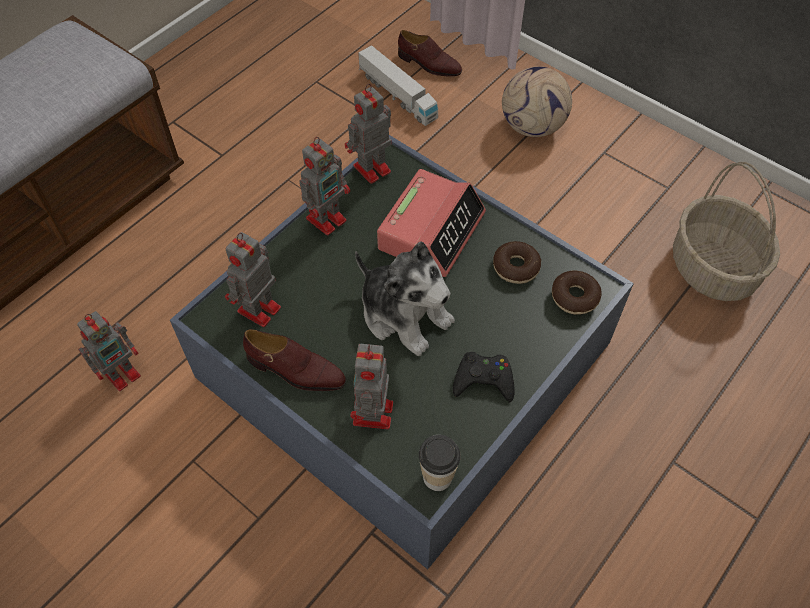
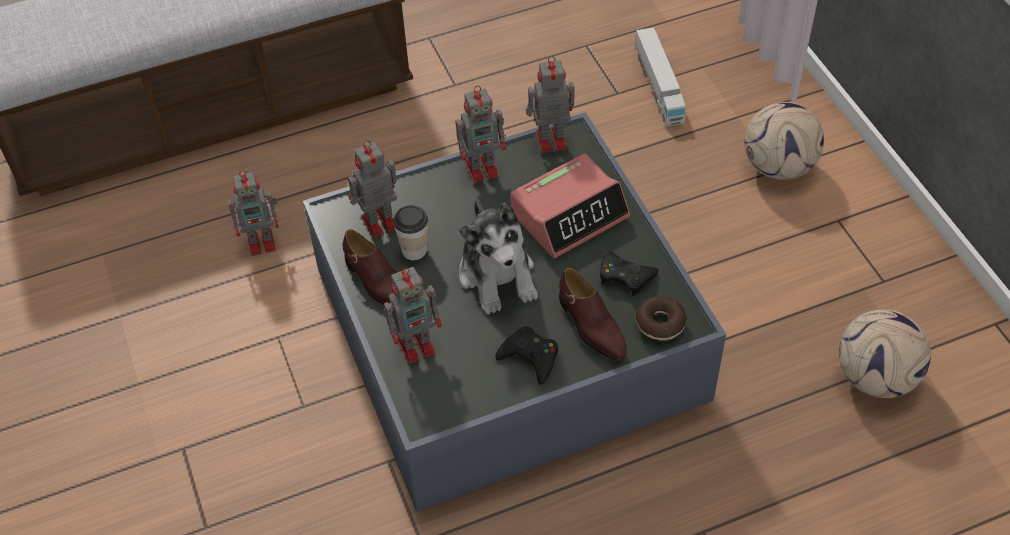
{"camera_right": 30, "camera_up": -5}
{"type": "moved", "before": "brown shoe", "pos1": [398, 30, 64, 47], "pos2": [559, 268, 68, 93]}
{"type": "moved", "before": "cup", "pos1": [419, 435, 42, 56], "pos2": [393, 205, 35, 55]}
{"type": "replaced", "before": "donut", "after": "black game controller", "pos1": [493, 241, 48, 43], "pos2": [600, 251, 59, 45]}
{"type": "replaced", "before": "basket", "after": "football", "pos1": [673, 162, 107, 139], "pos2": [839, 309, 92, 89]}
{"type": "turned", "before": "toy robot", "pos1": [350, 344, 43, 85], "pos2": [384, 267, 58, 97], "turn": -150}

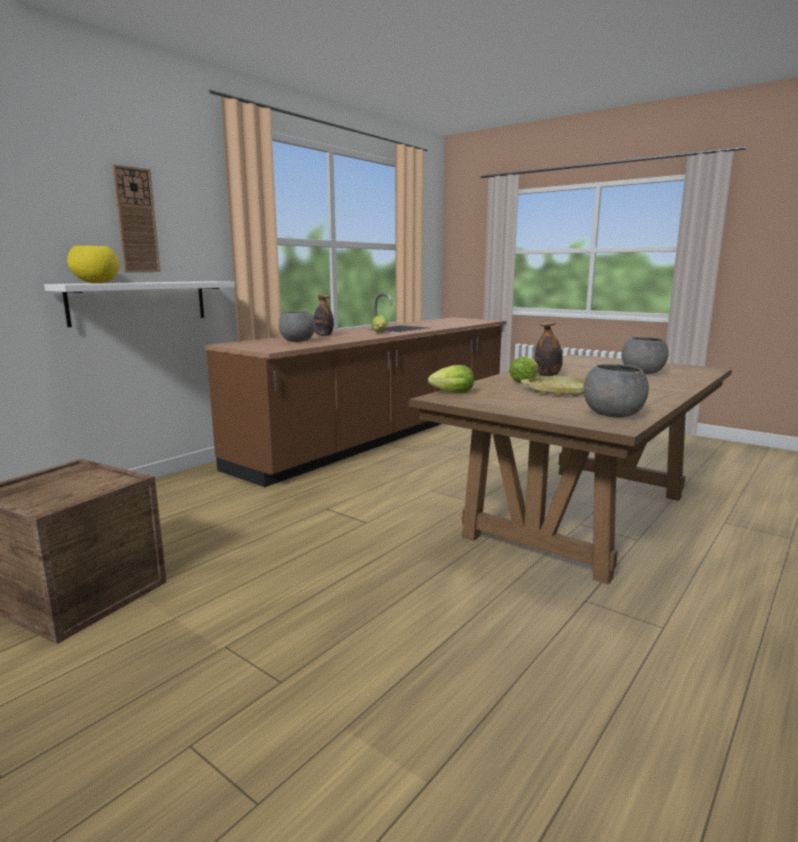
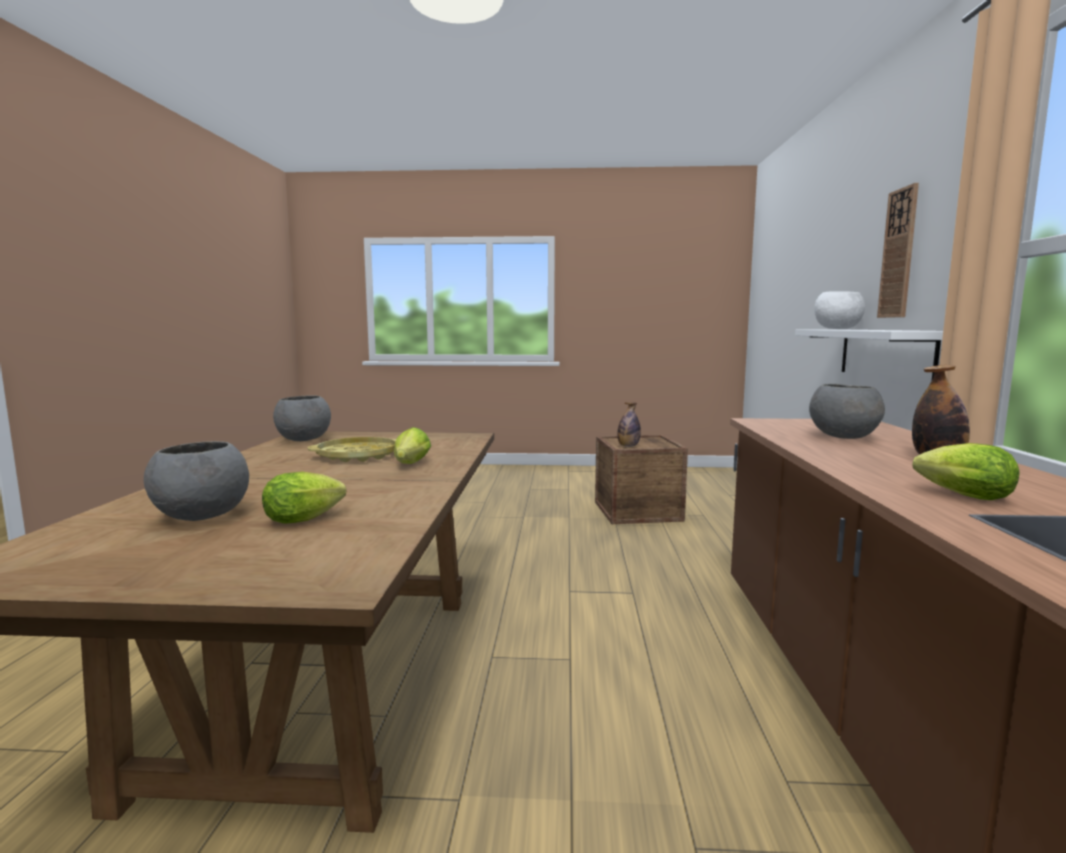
{"camera_right": 145, "camera_up": -5}
{"type": "moved", "before": "lettuce", "pos1": [428, 365, 46, 28], "pos2": [262, 472, 84, 52]}
{"type": "moved", "before": "bottle", "pos1": [534, 321, 29, 55], "pos2": [617, 403, 24, 44]}
{"type": "recoloured", "before": "yellow bowl", "after": "white bowl", "pos1": [67, 246, 53, 37], "pos2": [814, 291, 51, 38]}

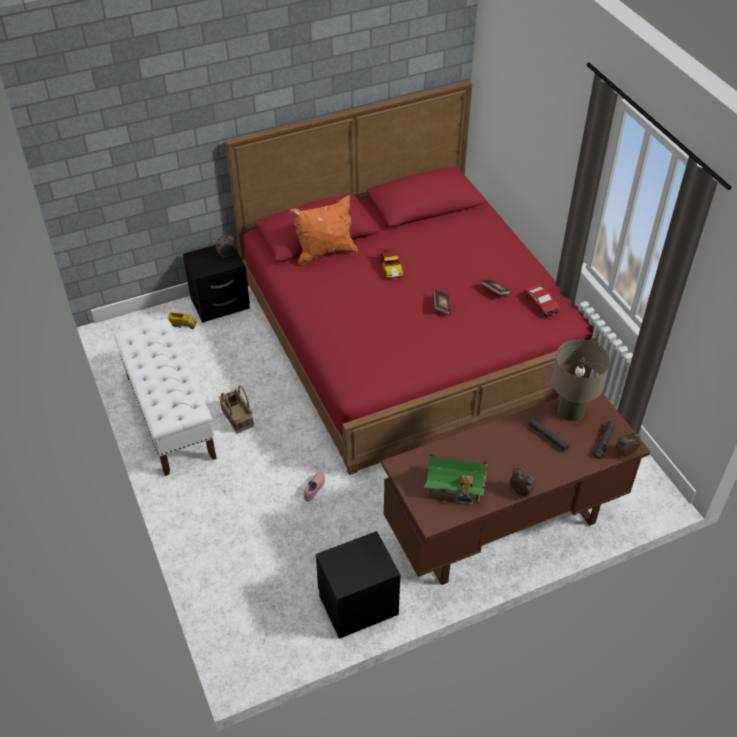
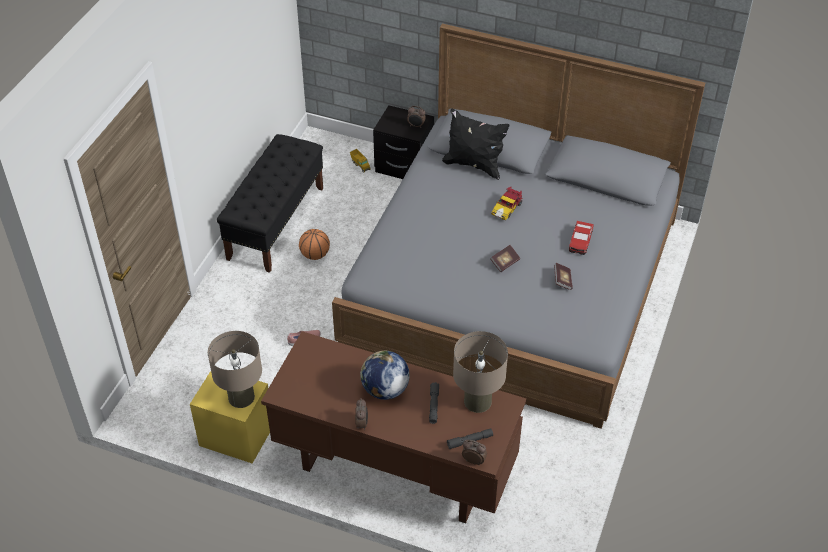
{"camera_right": 45, "camera_up": 0}
{"type": "removed", "before": "toy house", "pos1": [424, 454, 64, 51]}
{"type": "added", "after": "beige table lamp", "pos2": [208, 331, 54, 77]}
{"type": "added", "after": "globe", "pos2": [360, 351, 50, 49]}
{"type": "moved", "before": "toy car", "pos1": [524, 284, 35, 33], "pos2": [569, 221, 24, 34]}
{"type": "replaced", "before": "basket", "after": "basketball", "pos1": [219, 385, 35, 48], "pos2": [299, 229, 31, 31]}
{"type": "recoloured", "before": "white bench", "after": "black bench", "pos1": [114, 319, 102, 157], "pos2": [217, 134, 106, 139]}
{"type": "recoloured", "before": "red bed", "after": "grey bed", "pos1": [225, 81, 373, 394], "pos2": [332, 24, 373, 405]}
{"type": "recoloured", "before": "orange pillow", "after": "black pillow", "pos1": [290, 195, 68, 70], "pos2": [442, 108, 68, 72]}
{"type": "recoloured", "before": "black nightstand", "after": "yellow nightstand", "pos1": [316, 531, 84, 108], "pos2": [190, 371, 80, 92]}

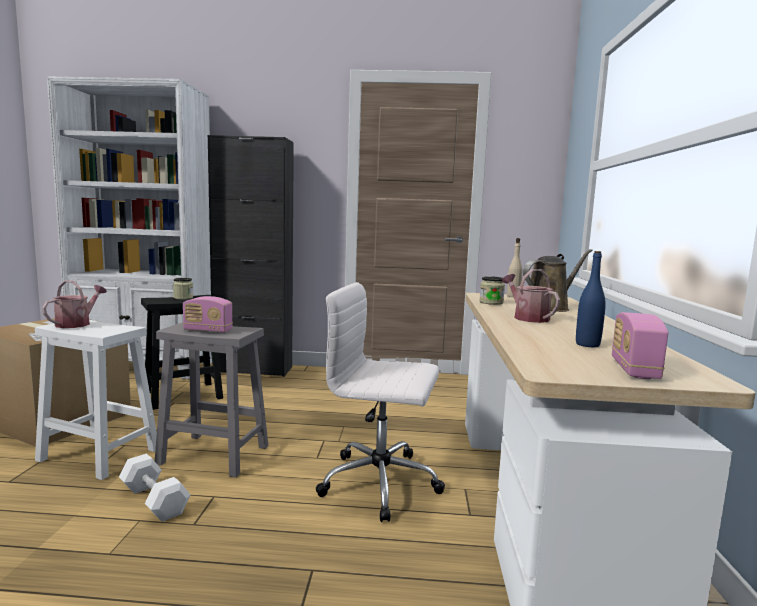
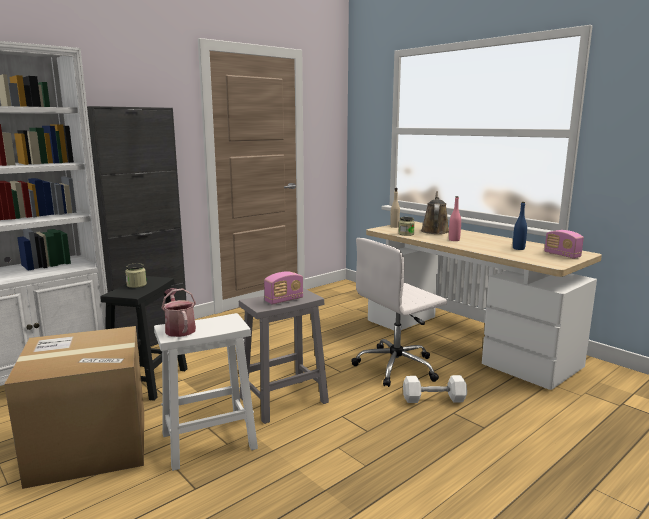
{"camera_right": -45, "camera_up": 5}
{"type": "moved", "before": "white dumbbell", "pos1": [119, 454, 72, 68], "pos2": [403, 375, 64, 28]}
{"type": "replaced", "before": "watering can", "after": "pink bottle", "pos1": [502, 269, 58, 54], "pos2": [449, 196, 12, 45]}

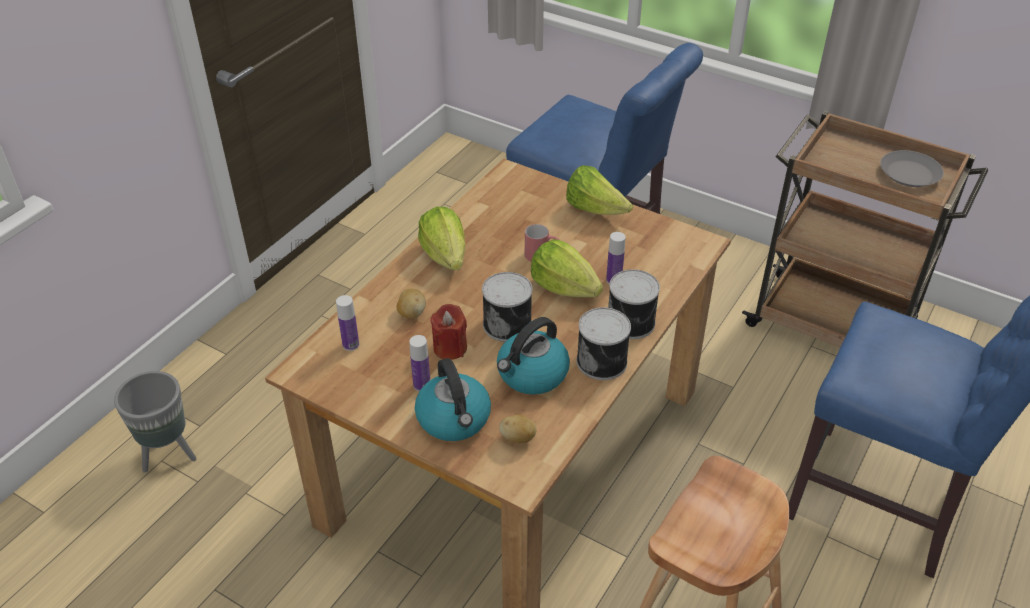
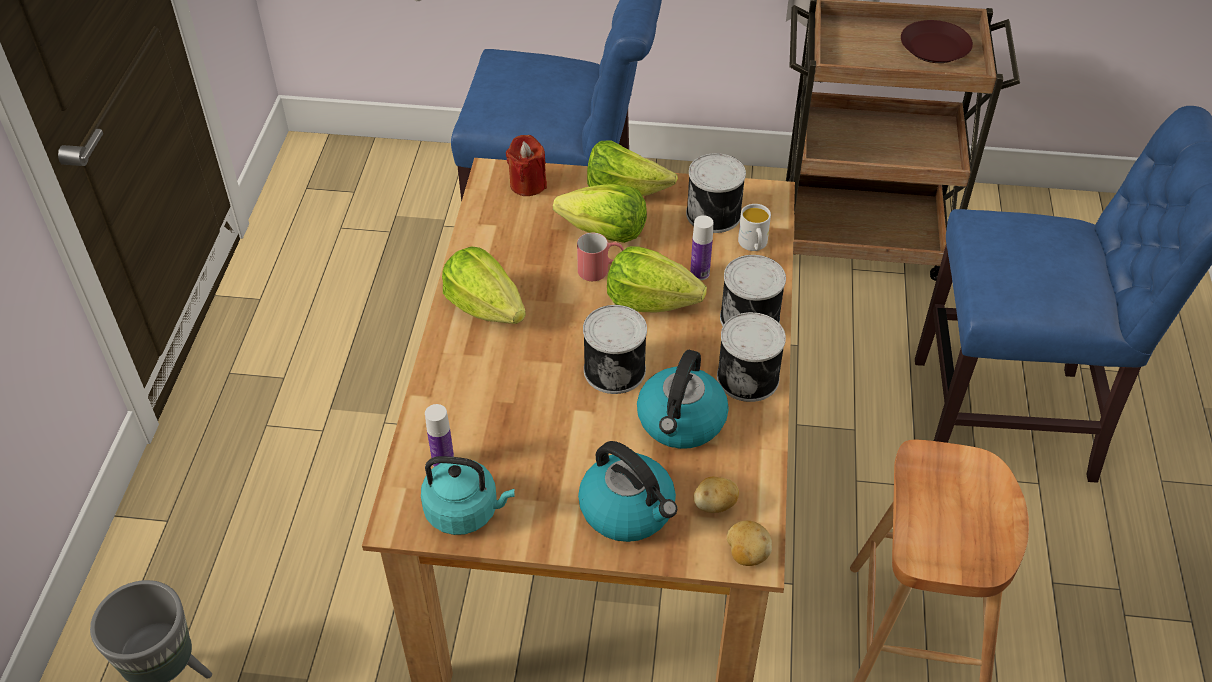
{"camera_right": -25, "camera_up": 5}
{"type": "removed", "before": "bottle", "pos1": [409, 335, 21, 56]}
{"type": "added", "after": "turquoise kettle", "pos2": [421, 456, 94, 79]}
{"type": "added", "after": "lettuce", "pos2": [553, 184, 94, 59]}
{"type": "added", "after": "can", "pos2": [686, 153, 60, 80]}
{"type": "added", "after": "white mug", "pos2": [738, 204, 33, 47]}
{"type": "moved", "before": "potato", "pos1": [396, 288, 30, 31], "pos2": [727, 521, 45, 45]}
{"type": "moved", "before": "red candle", "pos1": [430, 304, 37, 56], "pos2": [506, 135, 41, 61]}
{"type": "recoloured", "before": "grey plate", "after": "brown plate", "pos1": [880, 150, 64, 37], "pos2": [901, 20, 72, 43]}

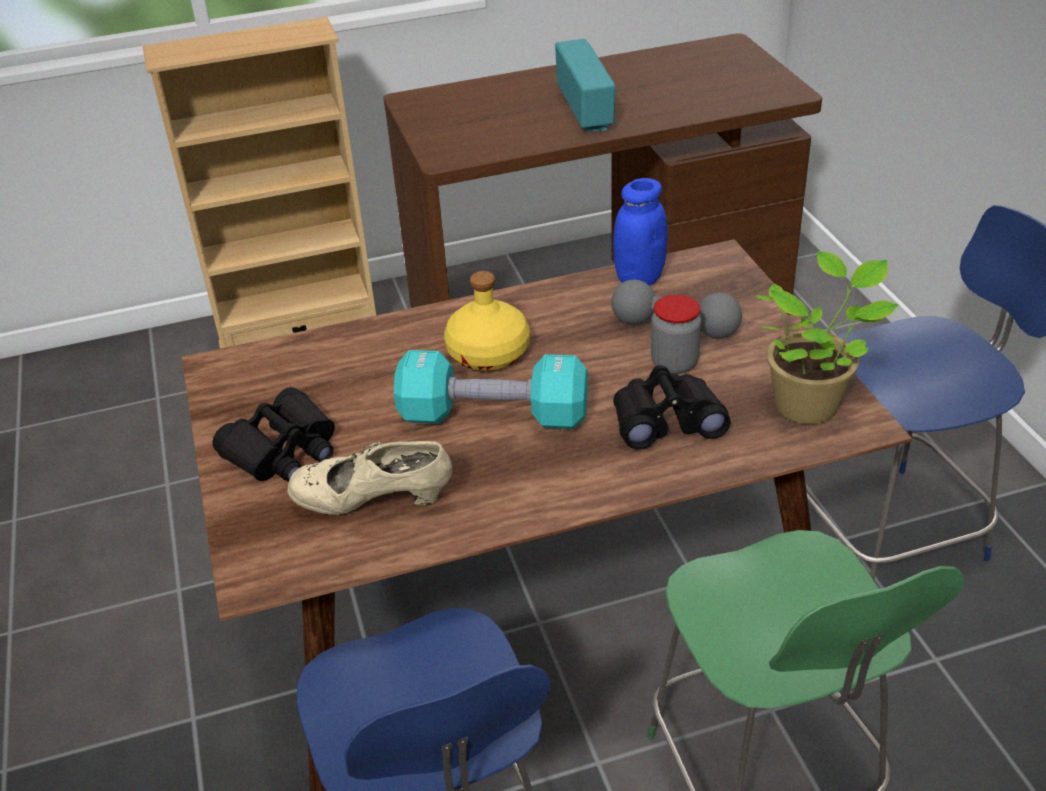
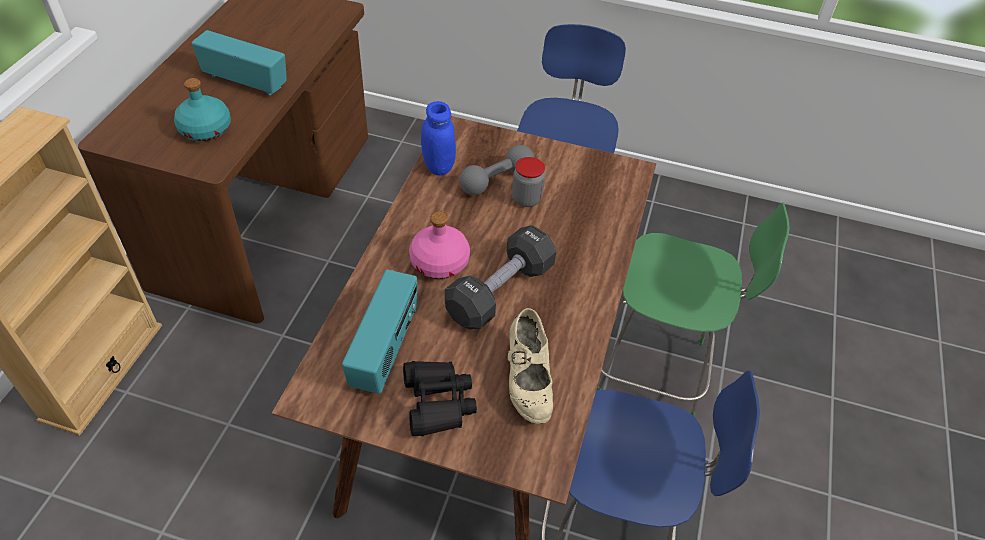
{"camera_right": -60, "camera_up": 10}
{"type": "removed", "before": "black binoculars", "pos1": [613, 365, 118, 84]}
{"type": "removed", "before": "potted plant", "pos1": [755, 251, 144, 173]}
{"type": "added", "after": "turquoise bottle", "pos2": [174, 78, 57, 63]}
{"type": "added", "after": "radio", "pos2": [342, 270, 76, 124]}
{"type": "recoloured", "before": "turquoise dumbbell", "after": "black dumbbell", "pos1": [394, 350, 194, 79], "pos2": [445, 225, 111, 104]}
{"type": "recoloured", "before": "yellow bottle", "after": "pink bottle", "pos1": [444, 271, 86, 100], "pos2": [409, 211, 61, 68]}
{"type": "turned", "before": "beige shoe", "pos1": [287, 441, 165, 73], "pos2": [508, 308, 45, 116], "turn": -45}

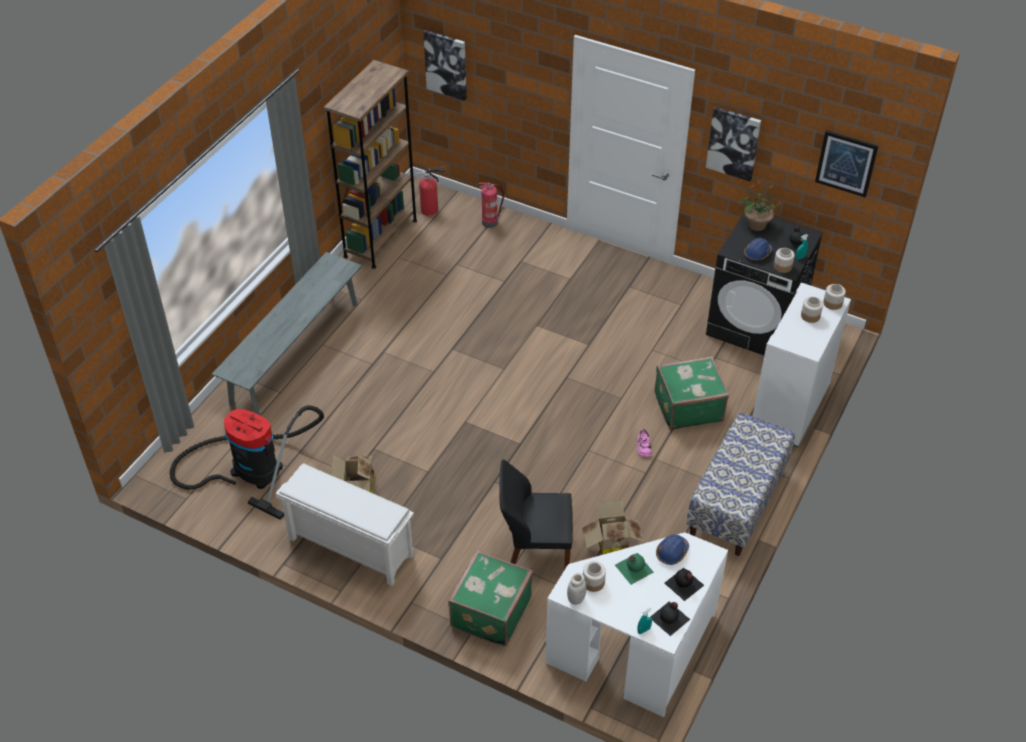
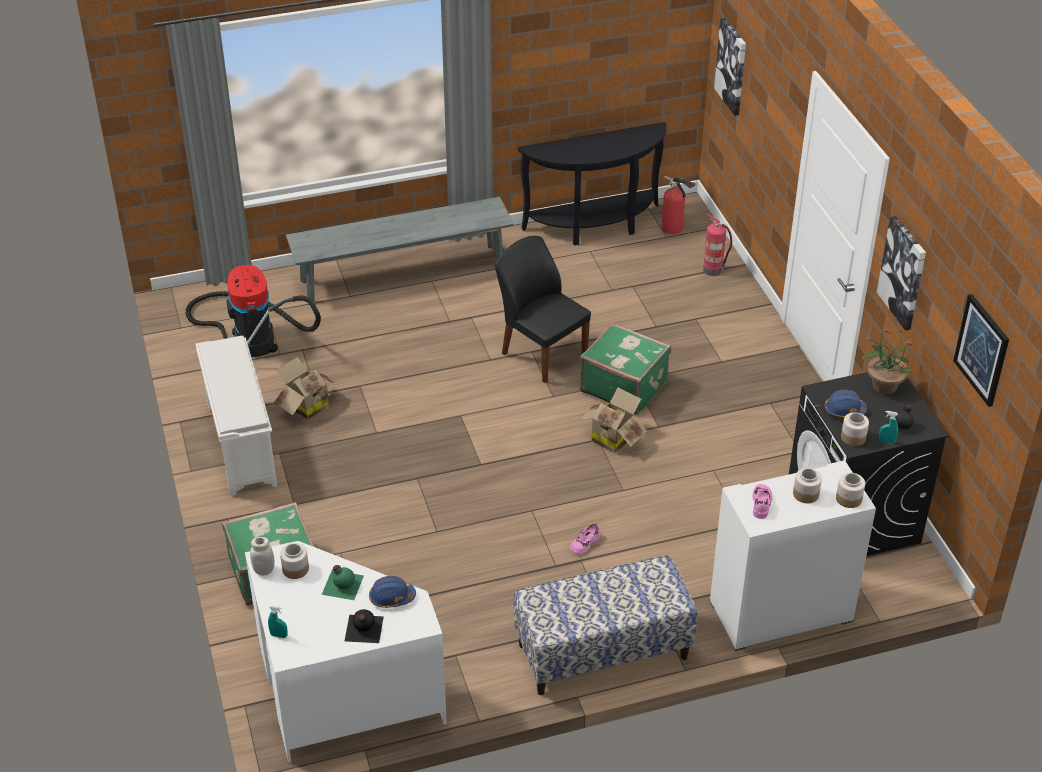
{"camera_right": 45, "camera_up": -5}
{"type": "removed", "before": "black bottle", "pos1": [651, 602, 39, 34]}
{"type": "added", "after": "pink shoe", "pos2": [753, 484, 19, 35]}
{"type": "moved", "before": "black chair", "pos1": [499, 459, 74, 109], "pos2": [495, 236, 96, 147]}
{"type": "moved", "before": "cardboard box", "pos1": [582, 500, 62, 55], "pos2": [578, 388, 69, 65]}
{"type": "moved", "before": "green suitcase", "pos1": [655, 356, 74, 74], "pos2": [580, 323, 91, 92]}
{"type": "replaced", "before": "brown bookcase", "after": "black console table", "pos1": [324, 60, 93, 209], "pos2": [518, 122, 149, 124]}

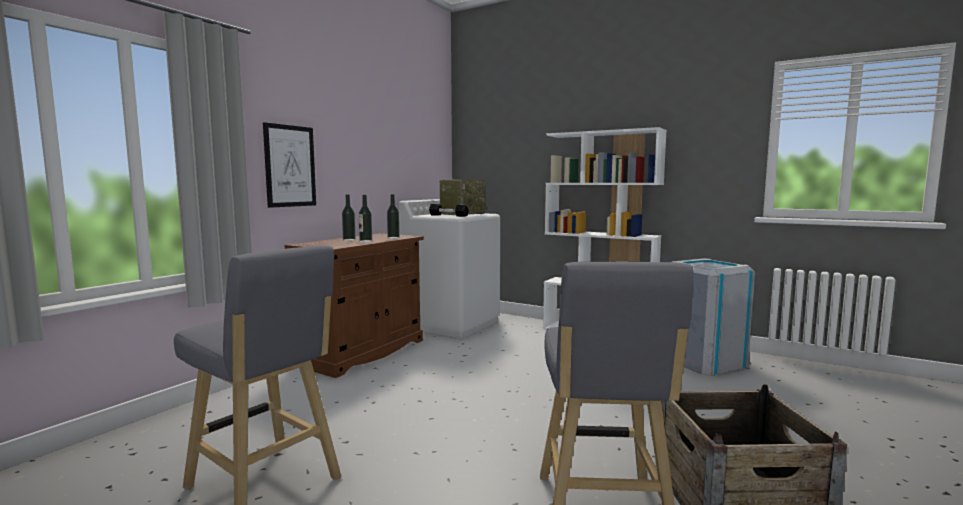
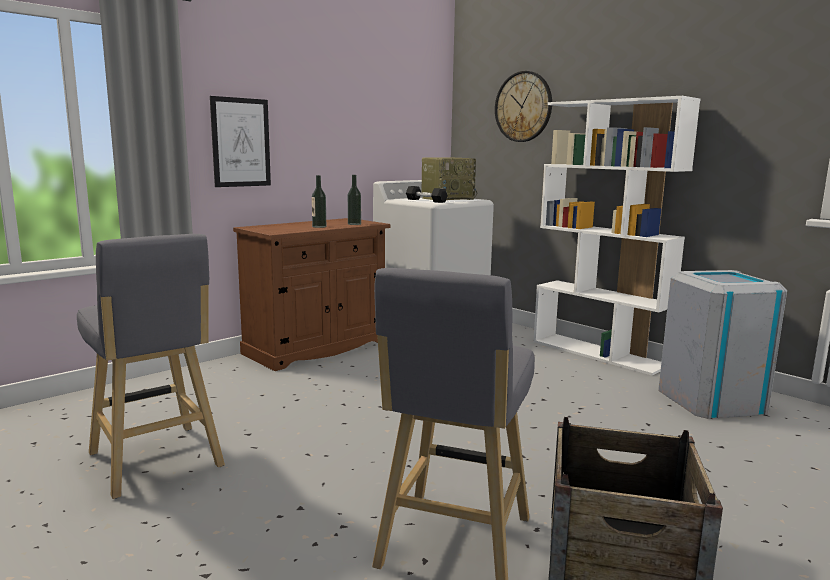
{"camera_right": 15, "camera_up": 5}
{"type": "removed", "before": "bottle", "pos1": [342, 195, 14, 46]}
{"type": "added", "after": "wall clock", "pos2": [495, 71, 57, 71]}

